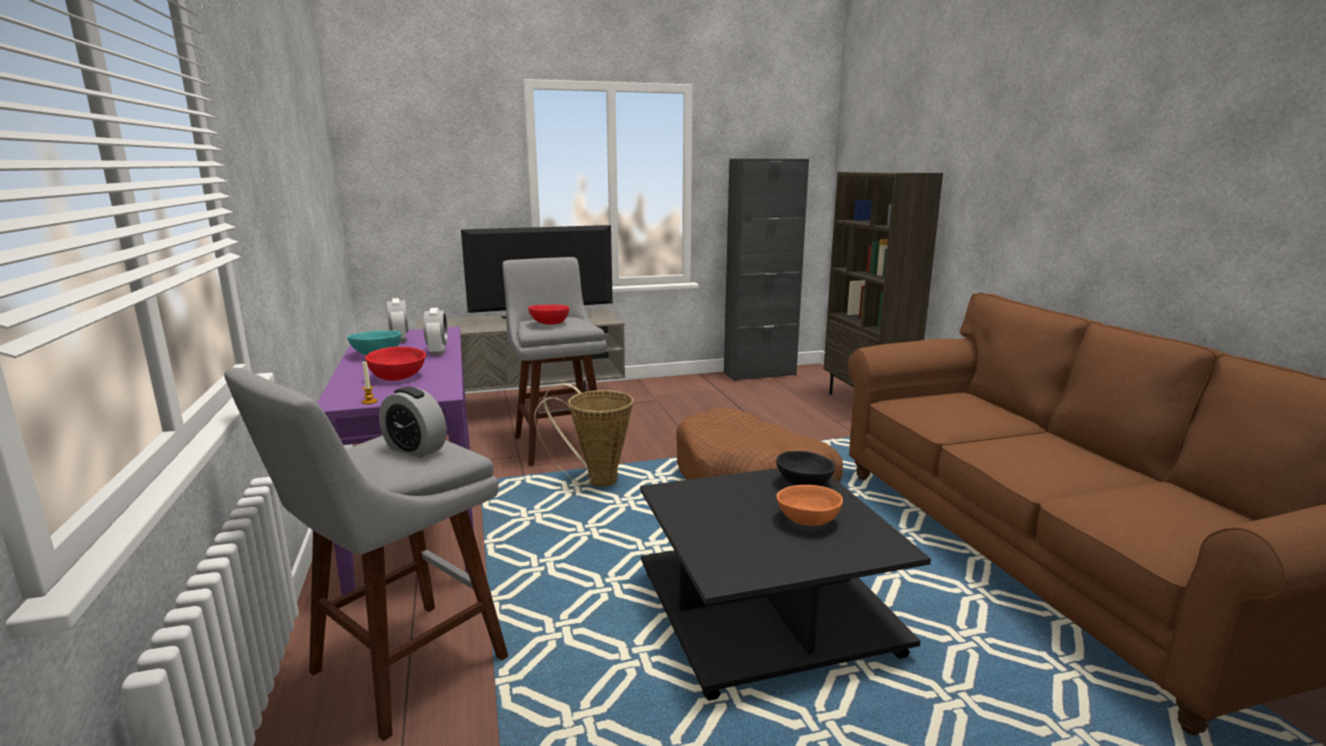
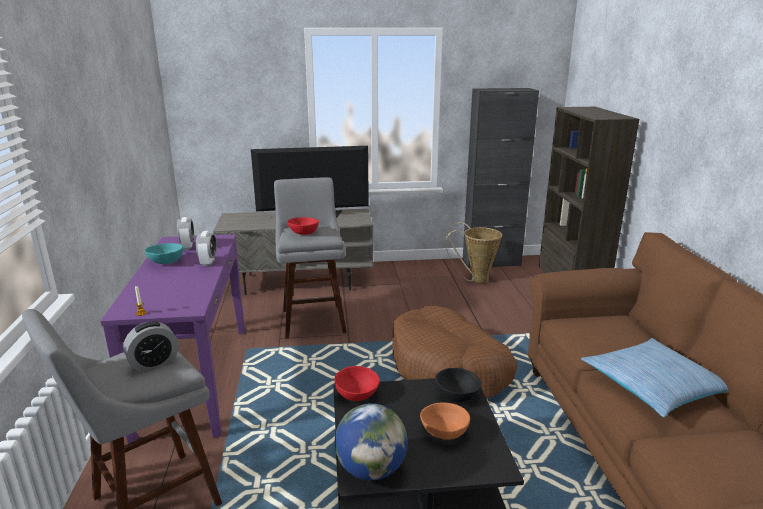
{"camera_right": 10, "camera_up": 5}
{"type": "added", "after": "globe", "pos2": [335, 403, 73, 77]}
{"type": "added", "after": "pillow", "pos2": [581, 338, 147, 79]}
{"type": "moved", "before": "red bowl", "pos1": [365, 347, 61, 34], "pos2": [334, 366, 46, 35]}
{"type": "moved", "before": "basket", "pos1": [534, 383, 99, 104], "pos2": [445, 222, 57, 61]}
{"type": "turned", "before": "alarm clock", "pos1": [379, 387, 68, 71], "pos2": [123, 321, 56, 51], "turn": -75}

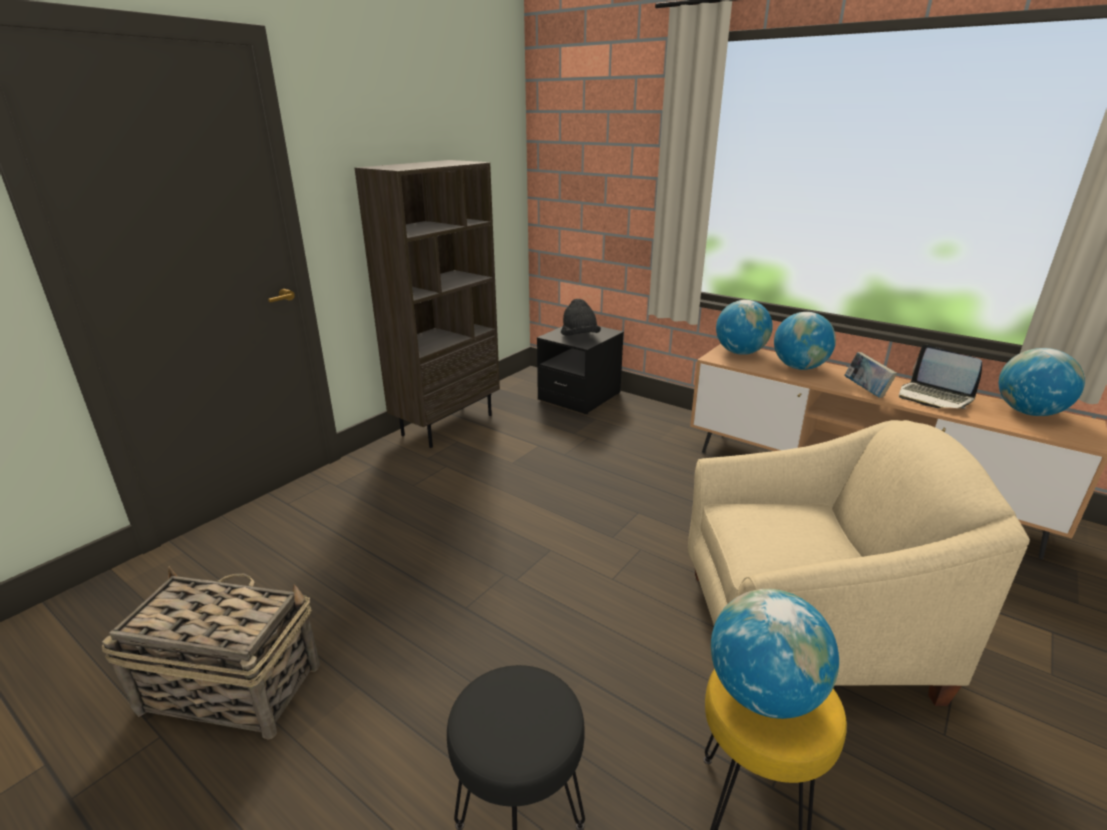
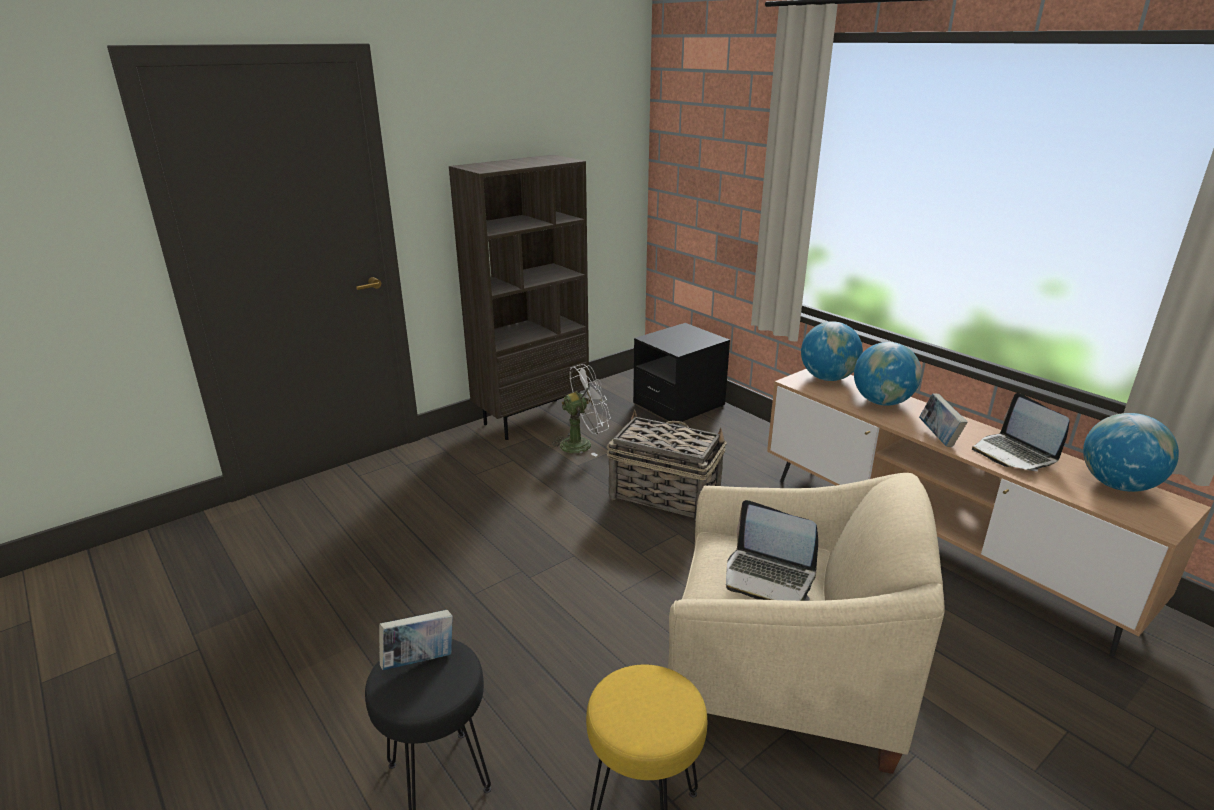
{"camera_right": 15, "camera_up": 0}
{"type": "removed", "before": "black hat", "pos1": [561, 299, 40, 37]}
{"type": "removed", "before": "globe", "pos1": [711, 589, 128, 130]}
{"type": "added", "after": "book", "pos2": [379, 610, 74, 60]}
{"type": "added", "after": "white fan", "pos2": [549, 364, 62, 93]}
{"type": "added", "after": "laptop", "pos2": [726, 500, 92, 101]}
{"type": "moved", "before": "basket", "pos1": [102, 566, 218, 174], "pos2": [607, 410, 120, 111]}

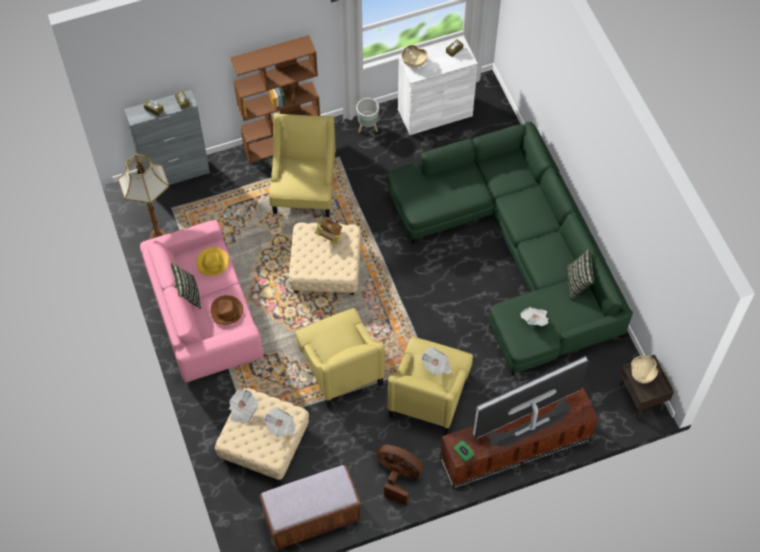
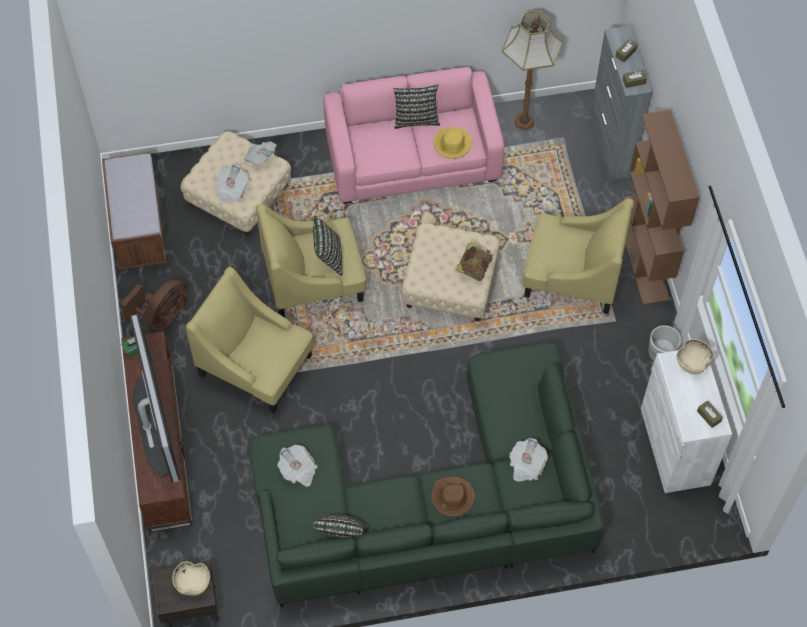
{"camera_right": 100, "camera_up": 0}
{"type": "added", "after": "pillow", "pos2": [313, 216, 29, 60]}
{"type": "moved", "before": "brown hat", "pos1": [210, 295, 33, 30], "pos2": [431, 476, 44, 41]}
{"type": "moved", "before": "newspaper", "pos1": [421, 347, 30, 29], "pos2": [509, 438, 39, 43]}

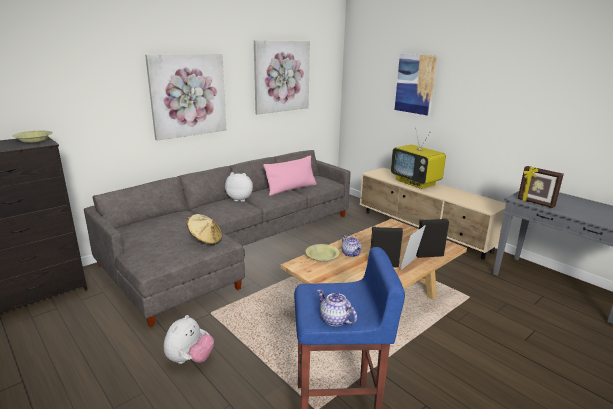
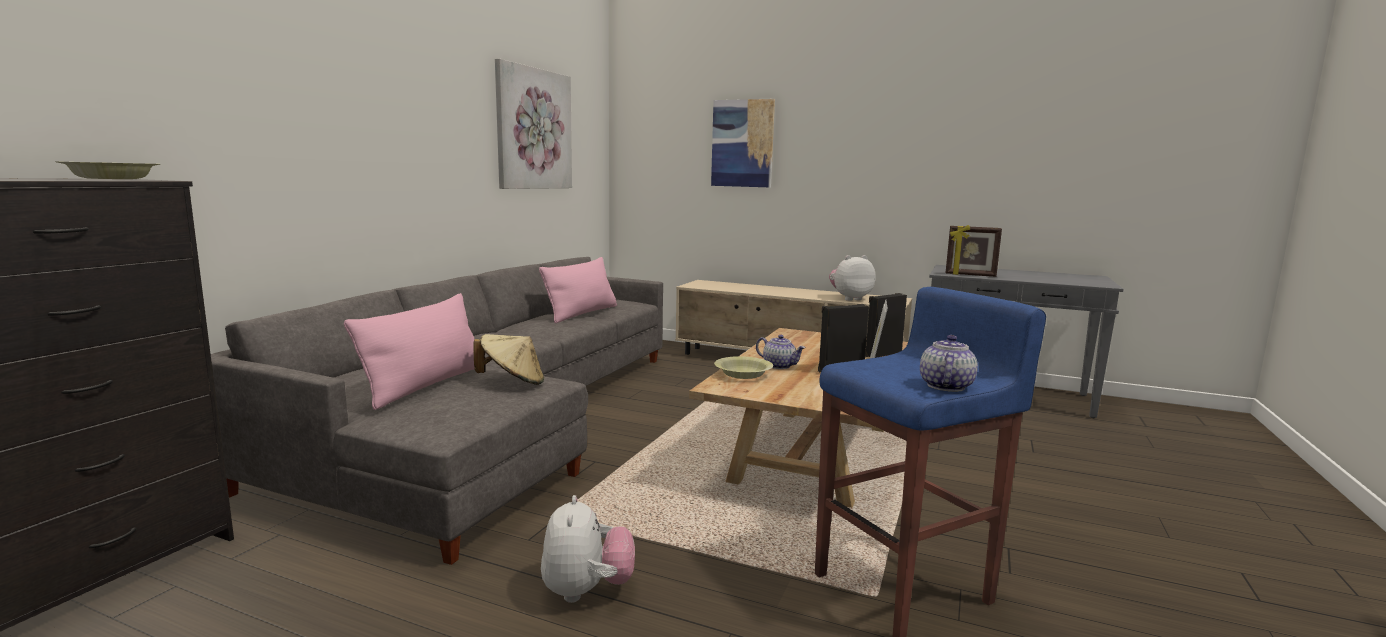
{"camera_right": -25, "camera_up": -10}
{"type": "removed", "before": "picture", "pos1": [145, 54, 81, 87]}
{"type": "removed", "before": "television", "pos1": [391, 128, 55, 61]}
{"type": "added", "after": "pink pillow", "pos2": [344, 293, 130, 117]}
{"type": "moved", "before": "plush toy", "pos1": [225, 172, 28, 30], "pos2": [829, 255, 46, 46]}
{"type": "turned", "before": "teapot", "pos1": [317, 290, 40, 37], "pos2": [920, 335, 58, 57], "turn": 90}

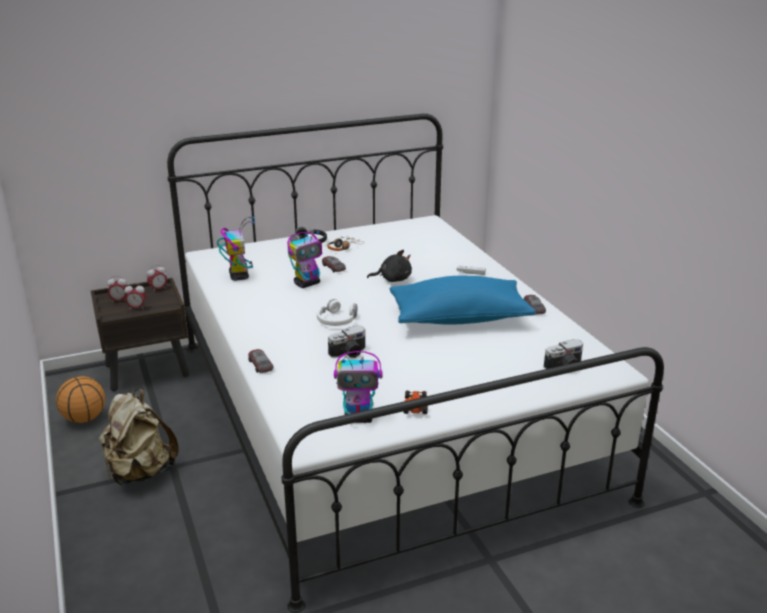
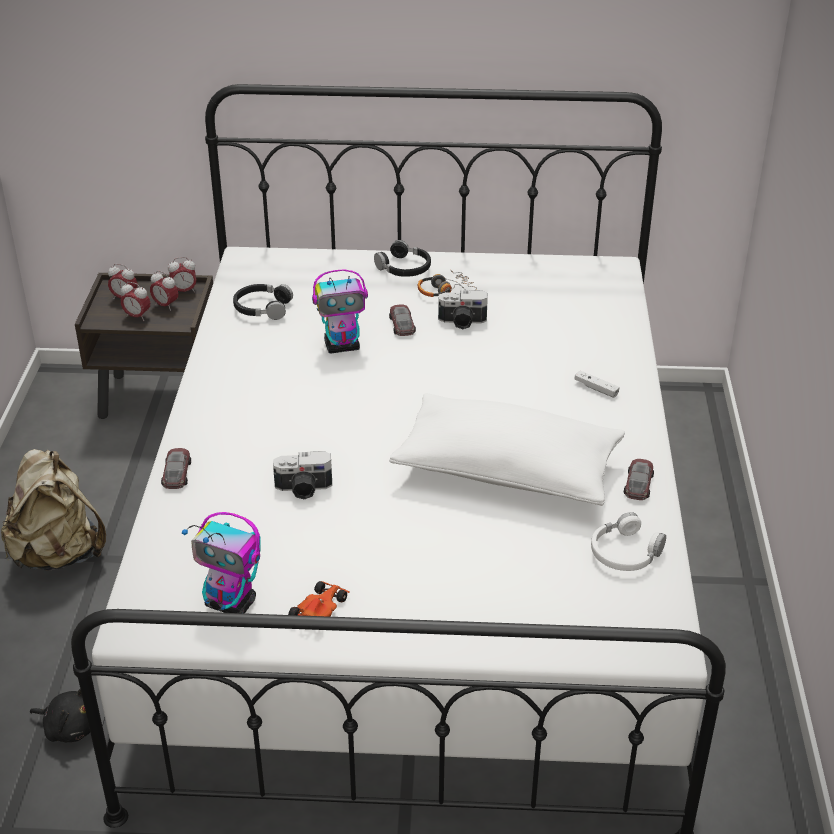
{"camera_right": 25, "camera_up": 10}
{"type": "removed", "before": "basketball", "pos1": [56, 376, 49, 47]}
{"type": "added", "after": "alarm clock", "pos2": [150, 271, 28, 40]}
{"type": "moved", "before": "white headphones", "pos1": [317, 299, 40, 27], "pos2": [591, 512, 75, 59]}
{"type": "moved", "before": "black plush toy", "pos1": [367, 250, 45, 32], "pos2": [30, 689, 60, 53]}
{"type": "moved", "before": "photo camera", "pos1": [544, 339, 39, 34], "pos2": [438, 290, 50, 39]}
{"type": "replaced", "before": "toy robot", "after": "black headphones", "pos1": [217, 216, 38, 65], "pos2": [233, 284, 60, 36]}
{"type": "recoloured", "before": "blue pillow", "after": "white pillow", "pos1": [390, 276, 145, 49], "pos2": [389, 393, 236, 113]}

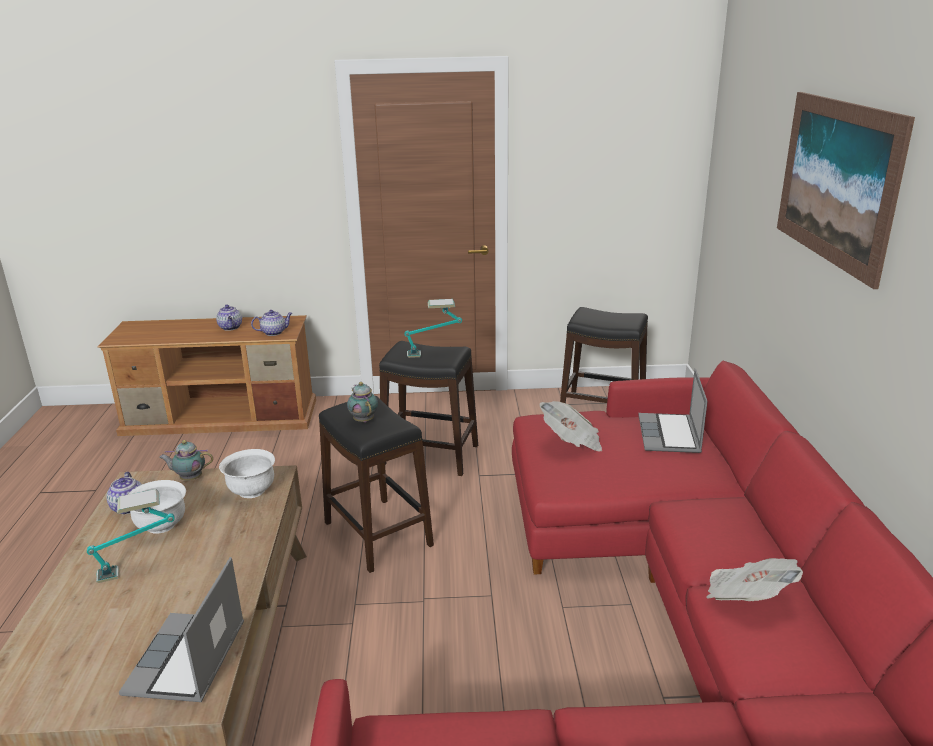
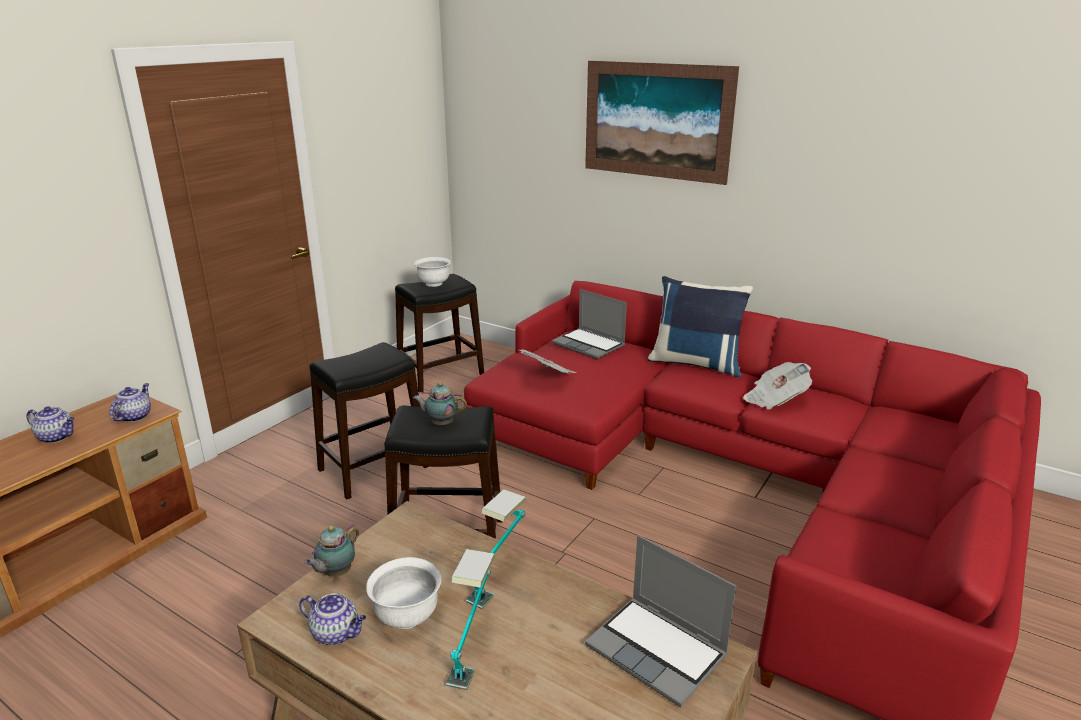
{"camera_right": -55, "camera_up": 0}
{"type": "added", "after": "blue pillow", "pos2": [647, 276, 106, 101]}
{"type": "moved", "before": "white bowl", "pos1": [219, 449, 56, 49], "pos2": [414, 257, 37, 30]}
{"type": "moved", "before": "table lamp", "pos1": [404, 299, 58, 59], "pos2": [466, 489, 61, 120]}

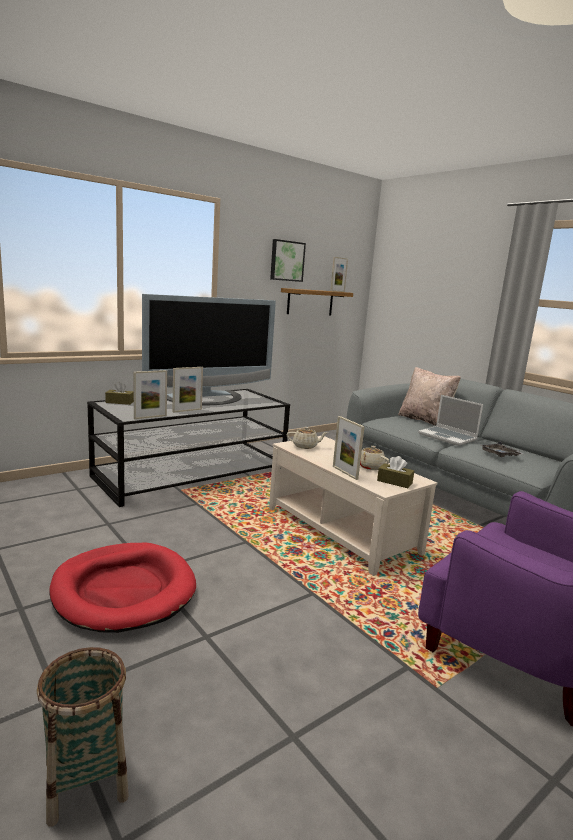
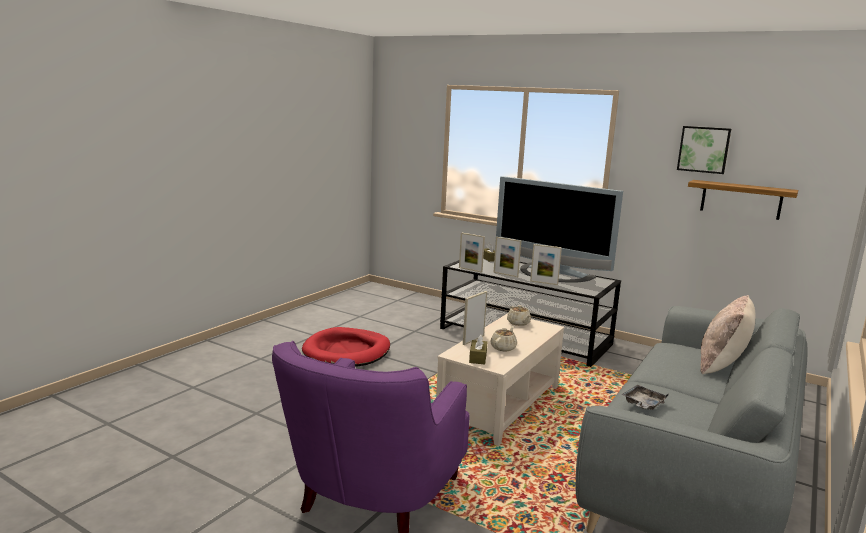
{"camera_right": 70, "camera_up": 0}
{"type": "removed", "before": "basket", "pos1": [37, 647, 92, 180]}
{"type": "removed", "before": "laptop", "pos1": [418, 395, 65, 51]}
{"type": "moved", "before": "picture frame", "pos1": [330, 257, 18, 35], "pos2": [530, 244, 32, 41]}

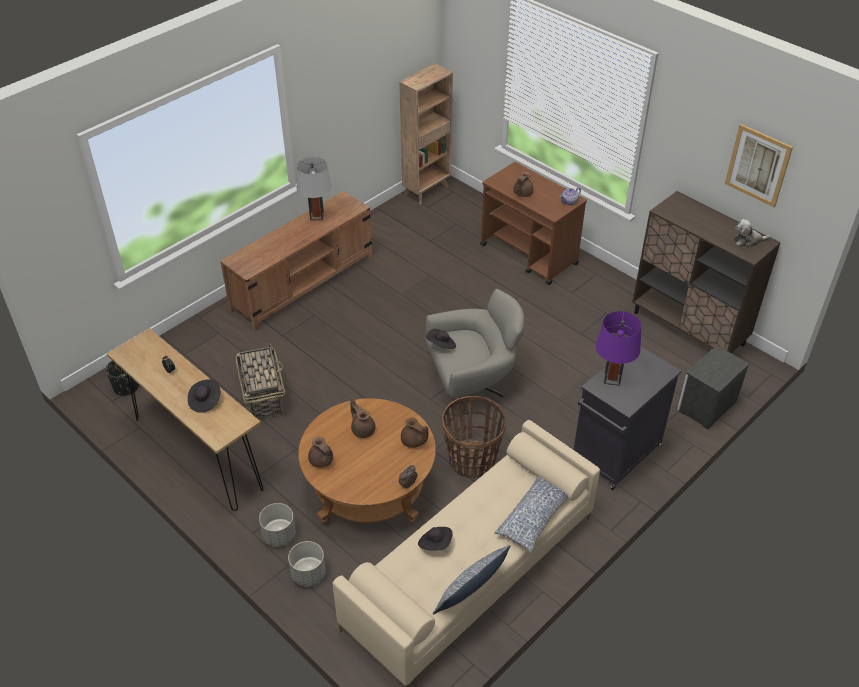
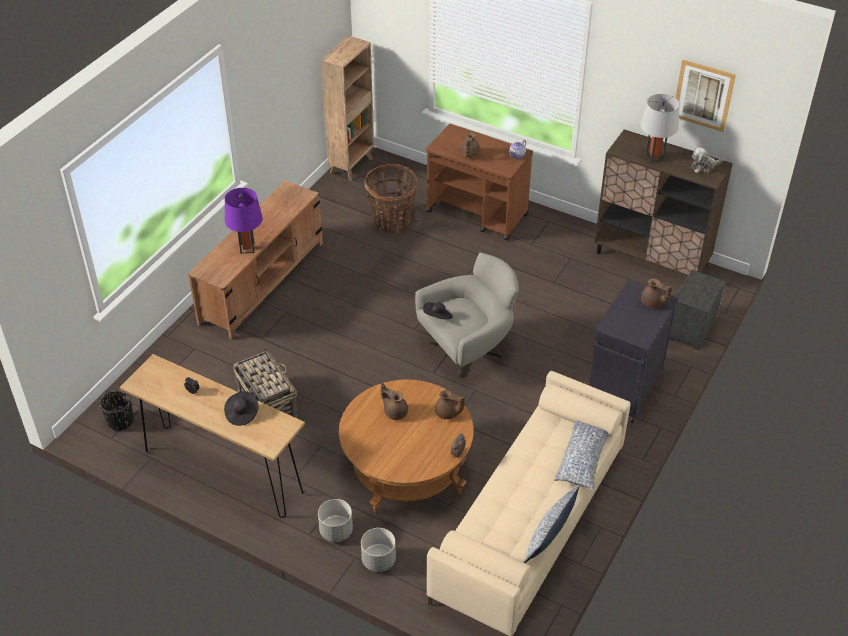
{"camera_right": -15, "camera_up": 0}
{"type": "removed", "before": "black hat", "pos1": [418, 527, 35, 24]}
{"type": "moved", "before": "grey table lamp", "pos1": [297, 157, 35, 63], "pos2": [640, 94, 40, 69]}
{"type": "moved", "before": "brown teapot", "pos1": [308, 437, 25, 31], "pos2": [641, 279, 32, 29]}
{"type": "moved", "before": "basket", "pos1": [441, 396, 65, 83], "pos2": [365, 164, 53, 69]}
{"type": "moved", "before": "purple table lamp", "pos1": [596, 311, 46, 75], "pos2": [225, 188, 38, 66]}

